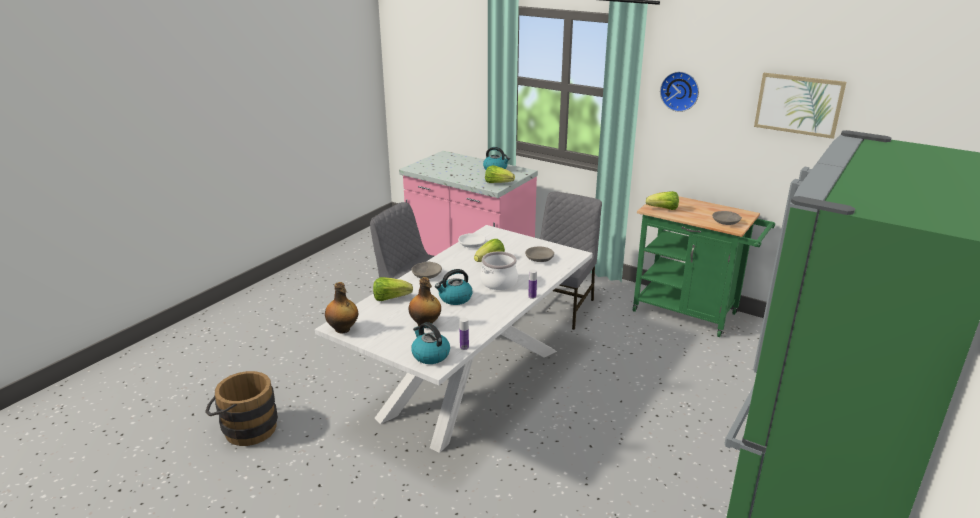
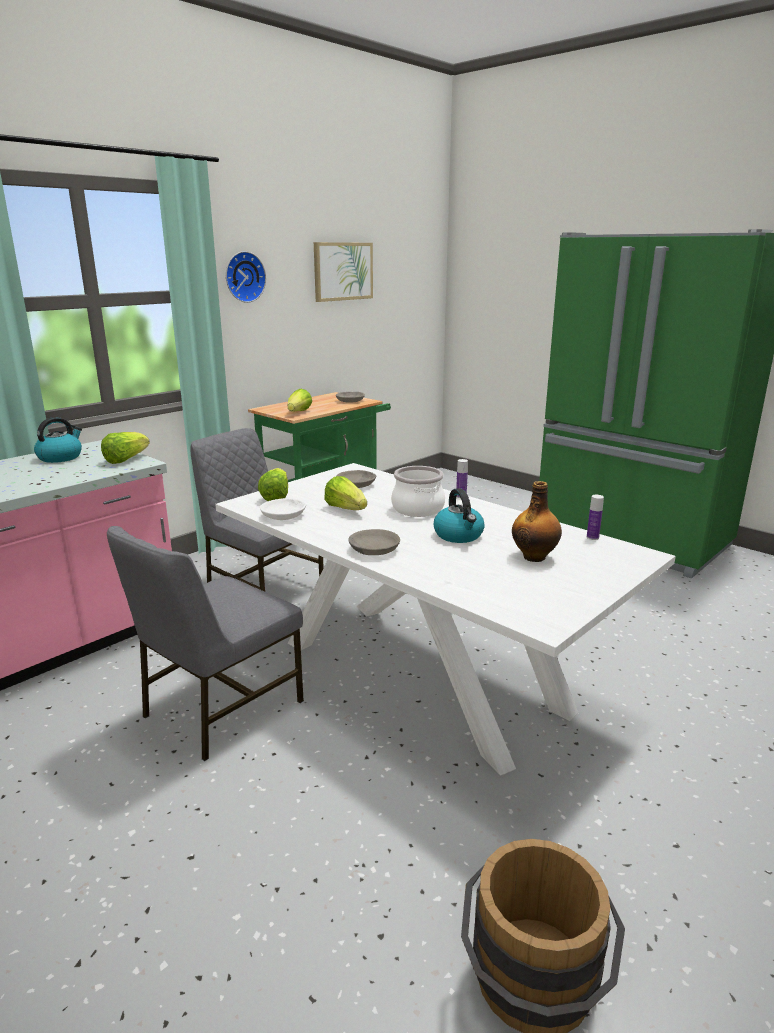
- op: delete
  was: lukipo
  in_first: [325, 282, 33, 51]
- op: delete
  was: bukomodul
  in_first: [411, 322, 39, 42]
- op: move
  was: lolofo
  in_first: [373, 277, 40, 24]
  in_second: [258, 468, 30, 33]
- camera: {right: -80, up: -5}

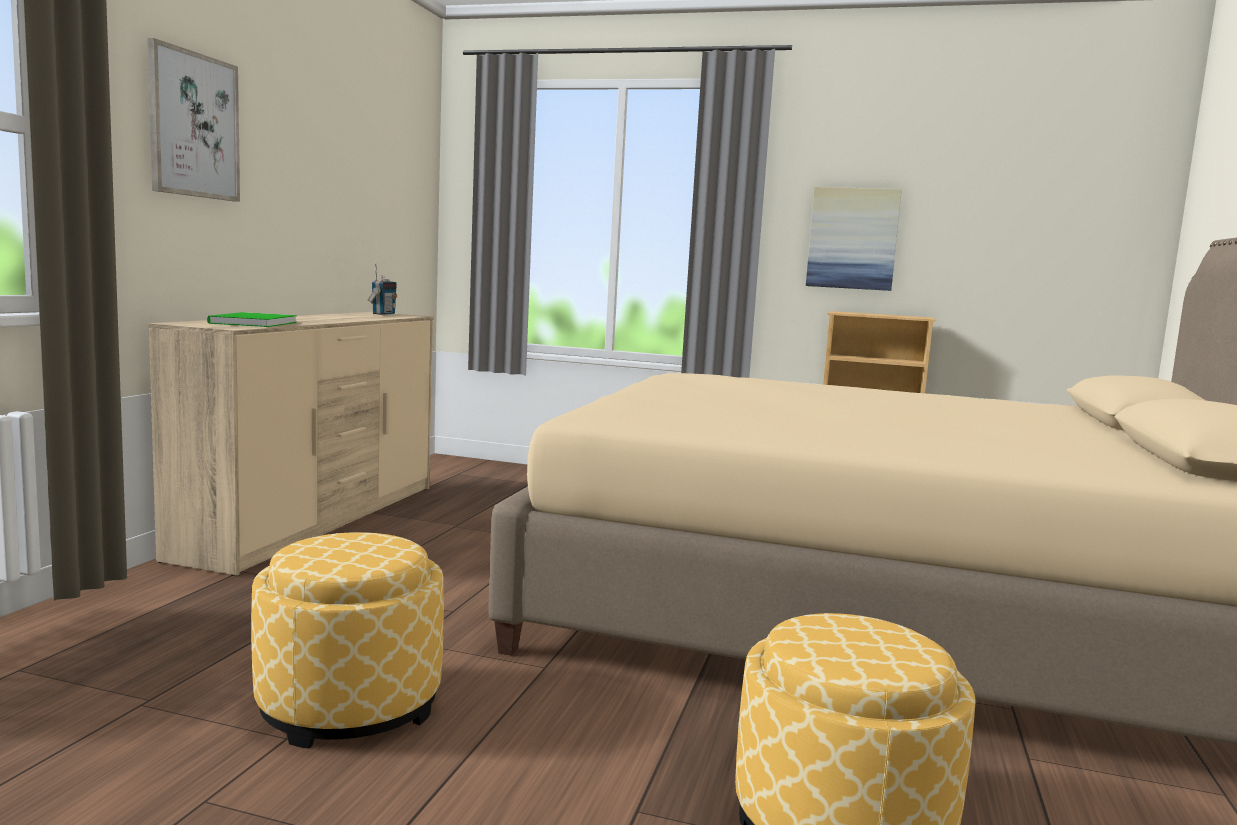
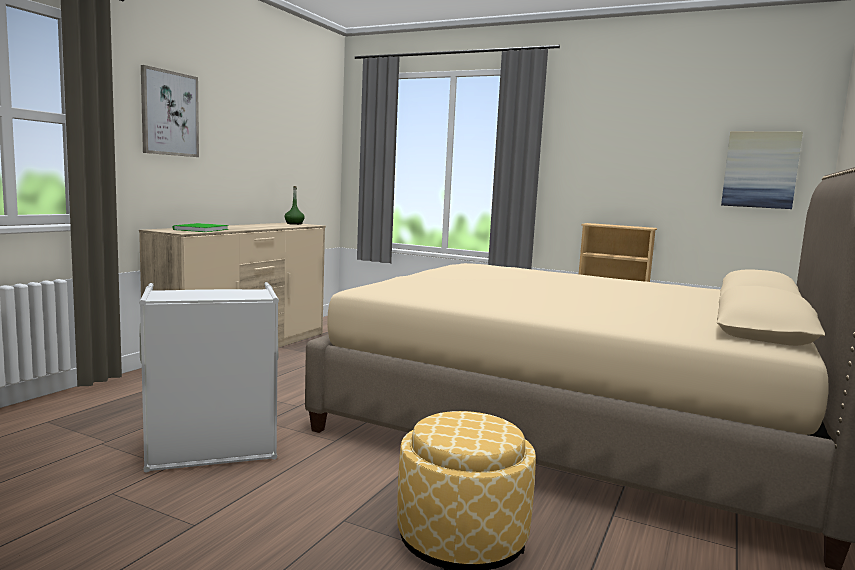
- op: move
  was: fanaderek
  in_first: [806, 187, 96, 104]
  in_second: [721, 131, 82, 78]
- op: replace
  was: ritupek
  now: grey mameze
  in_first: [251, 532, 193, 217]
  in_second: [139, 282, 140, 191]
- op: replace
  was: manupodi
  now: green lukipo
  in_first: [368, 263, 29, 52]
  in_second: [284, 186, 21, 39]
- camera: {right: 10, up: 0}

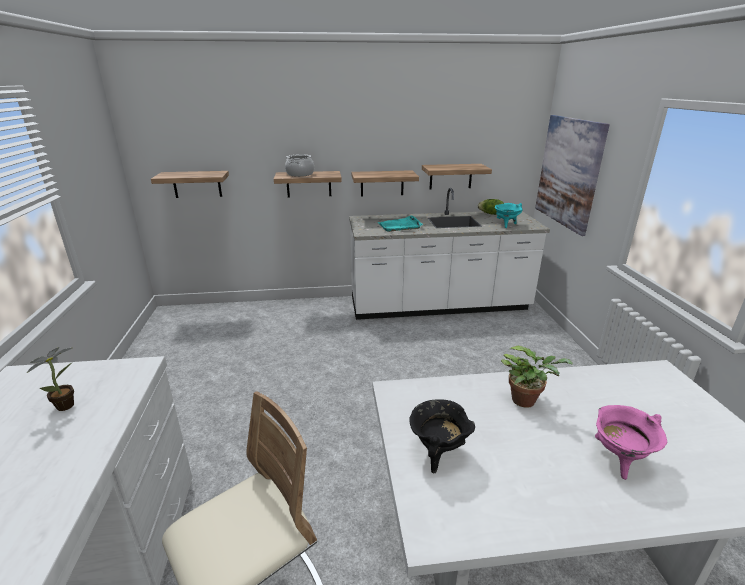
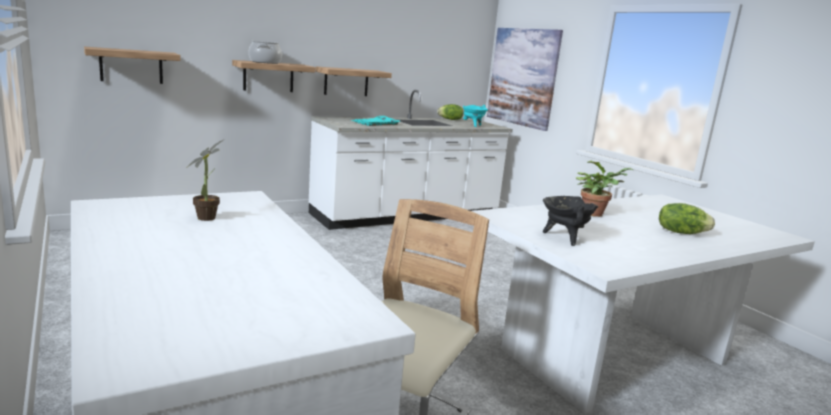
- op: delete
  was: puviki
  in_first: [422, 164, 70, 25]
- op: replace
  was: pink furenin
  now: lolofo
  in_first: [595, 405, 72, 75]
  in_second: [659, 203, 56, 31]
- camera: {right: -25, up: -10}

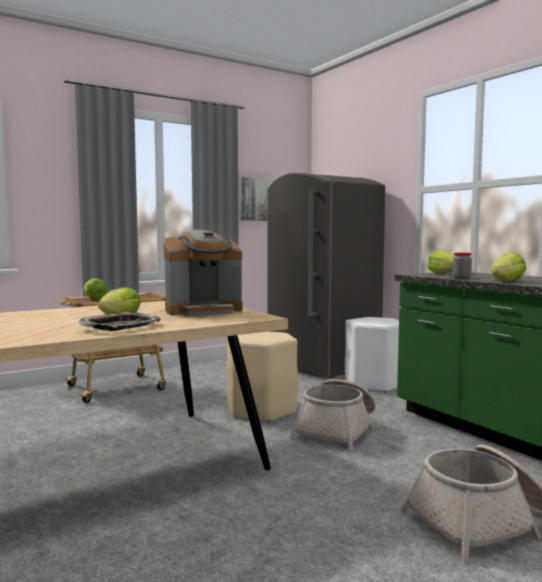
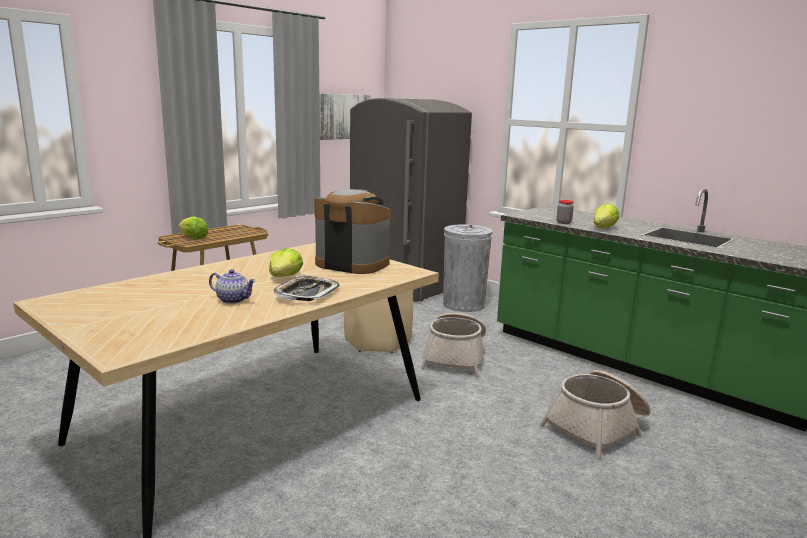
- op: delete
  was: lolofo
  in_first: [427, 249, 28, 25]
- op: insert
  now: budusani
  in_second: [209, 269, 47, 35]
- op: replace
  was: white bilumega
  now: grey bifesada
  in_first: [345, 317, 54, 75]
  in_second: [443, 225, 49, 87]
- op: rotate
  was: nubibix
  in_first: [163, 230, 79, 86]
  in_second: [314, 189, 77, 85]
  clockwise: -120
- camera: {right: -15, up: 10}

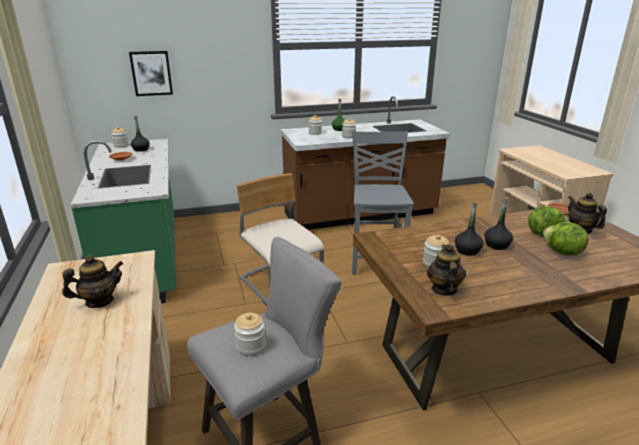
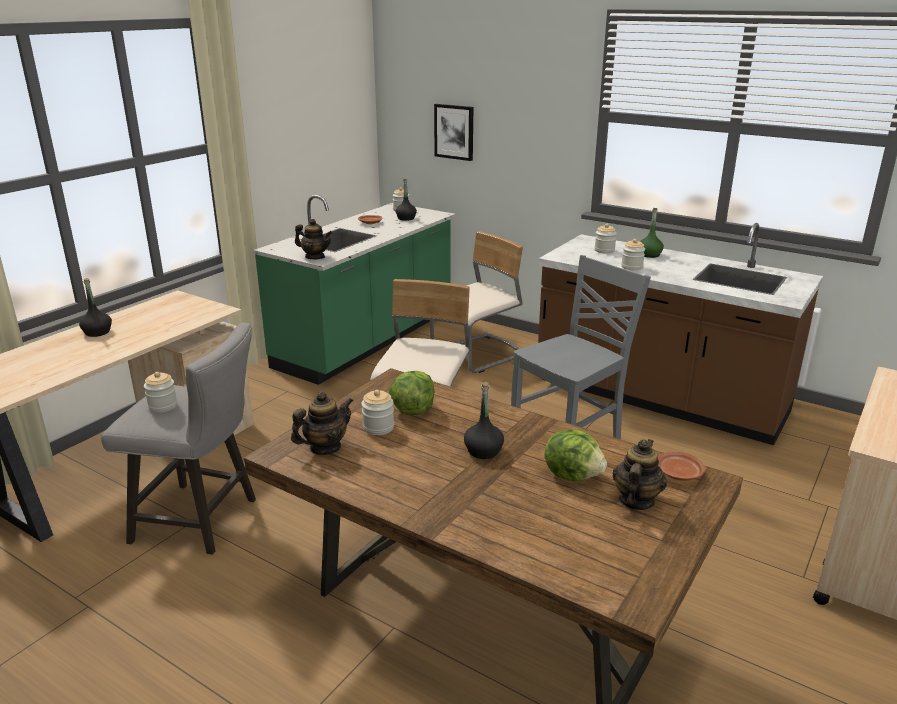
- op: insert
  now: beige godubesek
  in_second: [430, 231, 93, 142]
- op: move
  was: budusani
  in_first: [62, 255, 61, 53]
  in_second: [295, 219, 37, 40]
- op: move
  was: black lukipo
  in_first: [455, 202, 29, 54]
  in_second: [79, 278, 33, 59]
- op: move
  was: lolofo
  in_first: [543, 222, 45, 33]
  in_second: [389, 371, 46, 44]
- camera: {right: 50, up: 0}

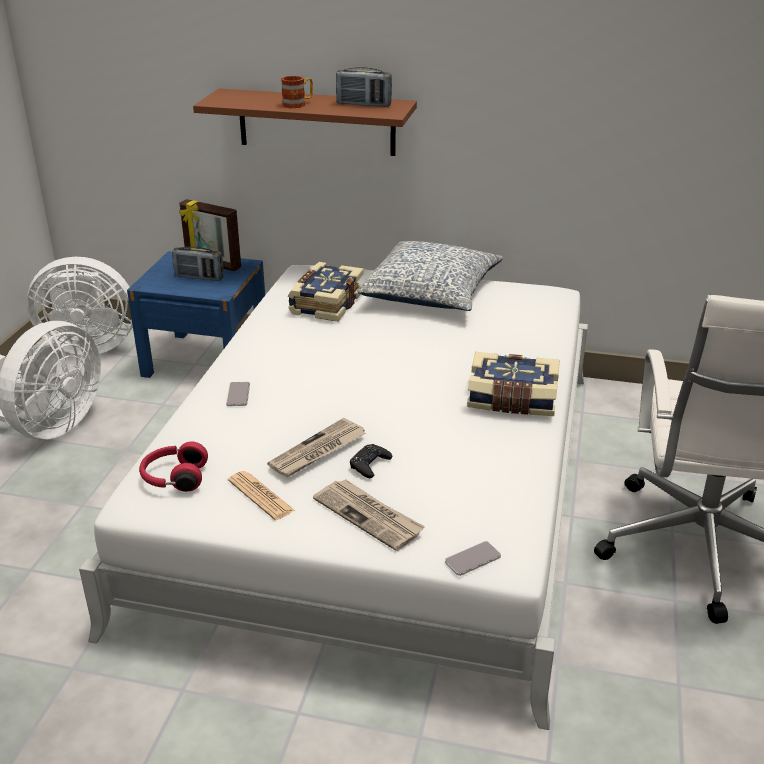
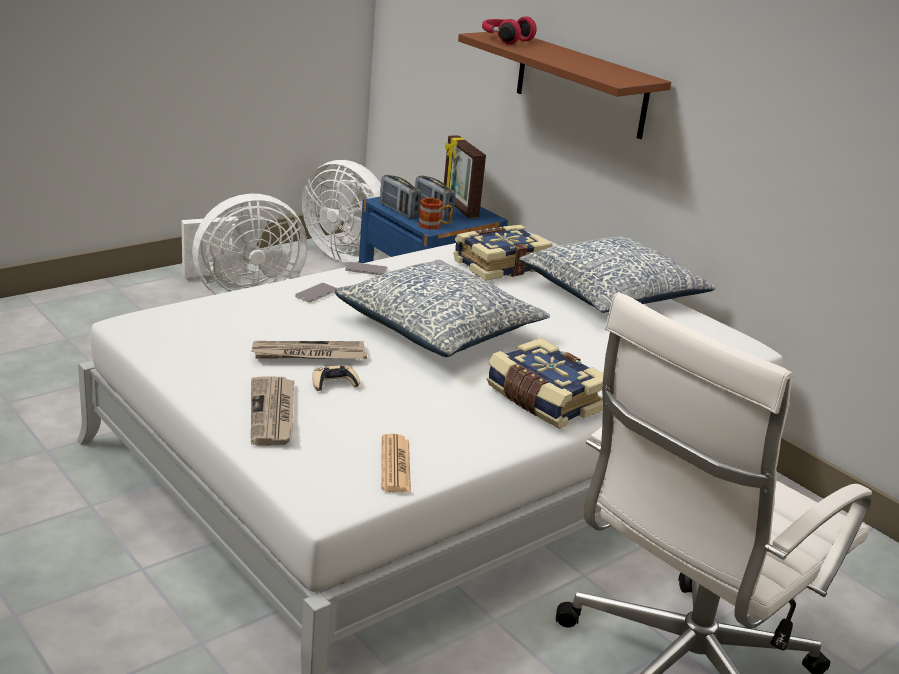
- op: insert
  now: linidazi
  in_second: [335, 260, 215, 97]
- op: move
  was: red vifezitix
  in_first: [139, 442, 69, 50]
  in_second: [482, 16, 55, 28]
- op: move
  was: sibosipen
  in_first: [228, 471, 67, 49]
  in_second: [382, 434, 29, 59]
- op: move
  was: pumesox
  in_first: [281, 76, 32, 32]
  in_second: [418, 198, 35, 32]
- op: move
  was: manupodi
  in_first: [336, 67, 56, 40]
  in_second: [380, 175, 41, 44]
- op: move
  was: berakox
  in_first: [445, 541, 56, 35]
  in_second: [345, 262, 43, 13]
- op: recolor
  was: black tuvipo
  now: beige tuvipo
  in_first: [350, 444, 42, 34]
  in_second: [312, 365, 48, 26]
- camera: {right: 35, up: -5}

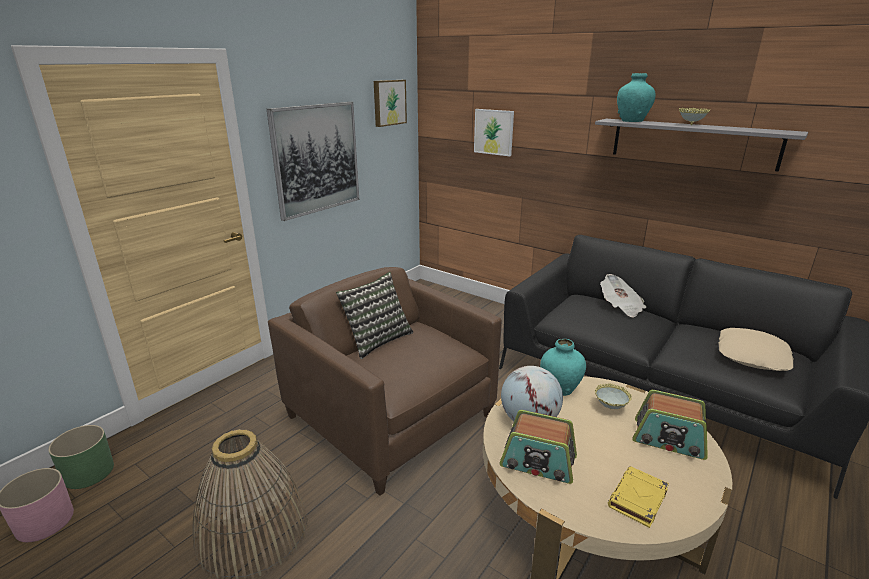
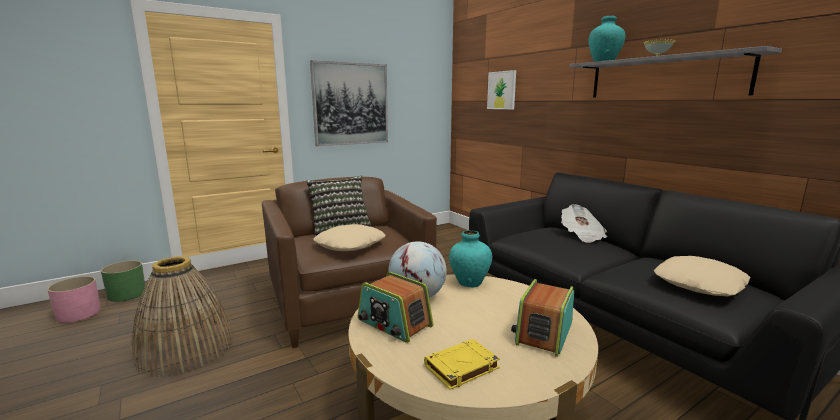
- op: delete
  was: fanaderek
  in_first: [374, 80, 33, 47]
- op: delete
  was: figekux
  in_first: [595, 383, 37, 26]
- op: insert
  now: beige linidazi
  in_second: [313, 224, 72, 27]
- op: rotate
  was: manupodi
  in_first: [632, 390, 76, 70]
  in_second: [511, 279, 63, 78]
  clockwise: 75
- camera: {right: 20, up: -10}

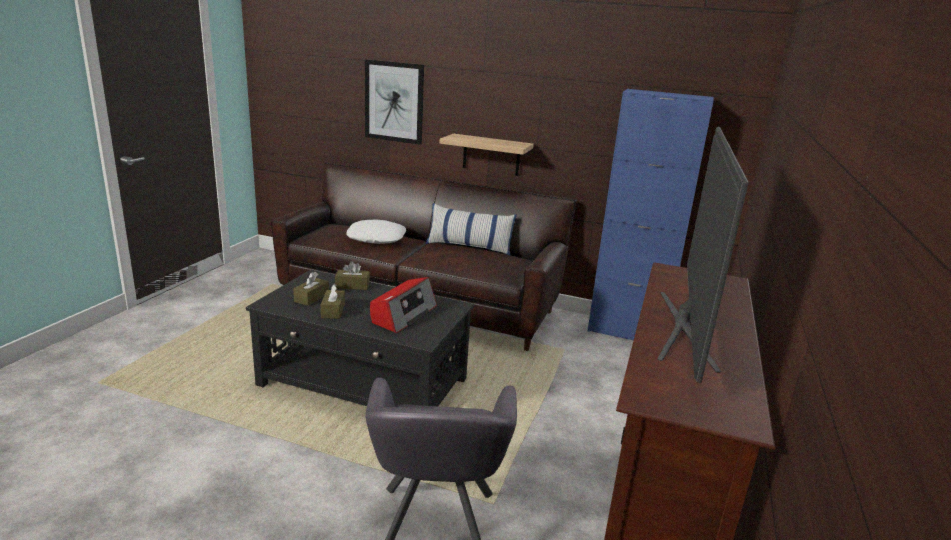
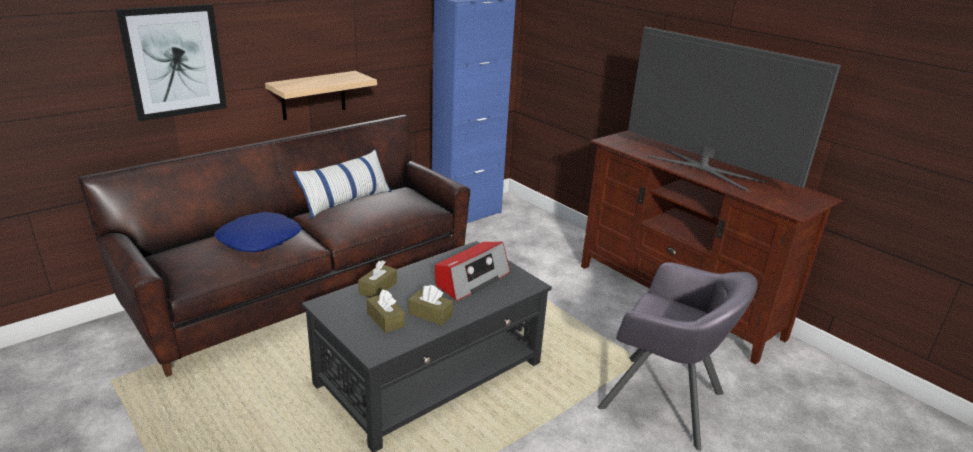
- op: recolor
  was: white linidazi
  now: blue linidazi
  in_first: [346, 220, 60, 24]
  in_second: [214, 212, 88, 40]
- op: rotate
  was: manupodi
  in_first: [370, 277, 67, 56]
  in_second: [435, 242, 75, 59]
  clockwise: 75
- camera: {right: -60, up: 5}

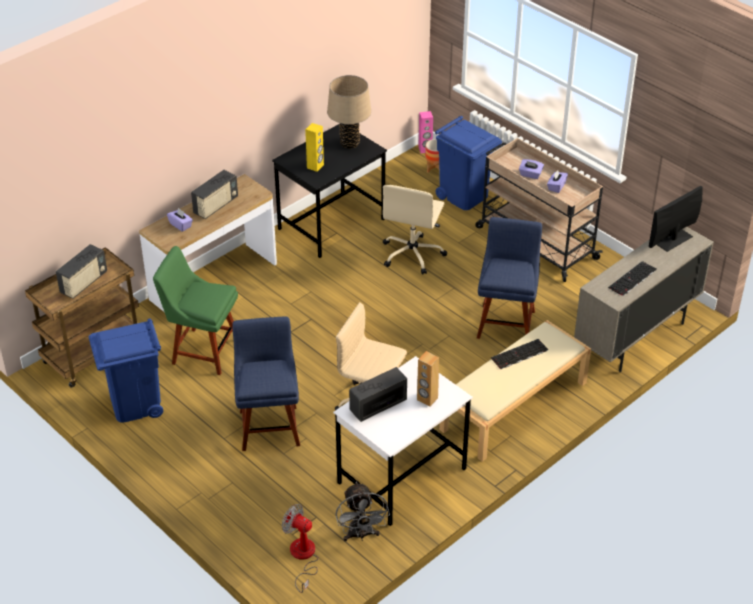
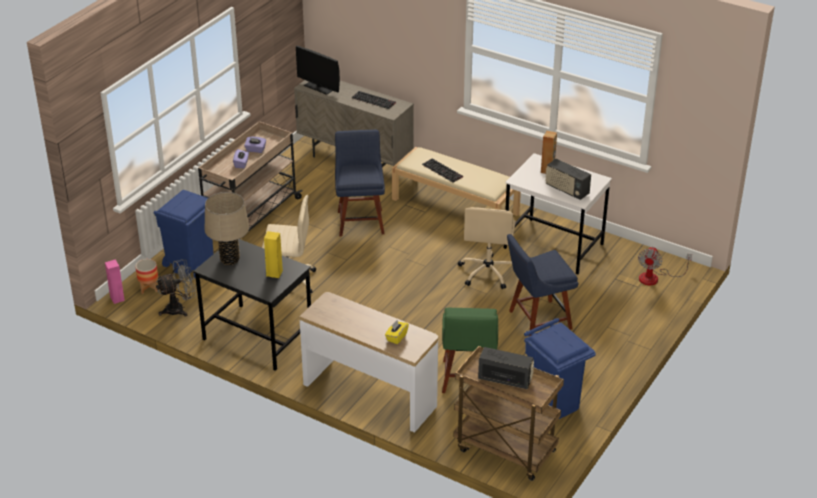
- op: delete
  was: manupodi
  in_first: [191, 170, 47, 49]
- op: move
  was: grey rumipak
  in_first: [336, 482, 54, 59]
  in_second: [156, 259, 40, 58]
- op: recolor
  was: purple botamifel
  now: yellow botamifel
  in_first: [167, 208, 26, 24]
  in_second: [385, 320, 24, 24]
- op: rotate
  was: blue godubesek
  in_first: [477, 217, 65, 122]
  in_second: [335, 130, 50, 106]
  clockwise: 90
- camera: {right: -105, up: -5}

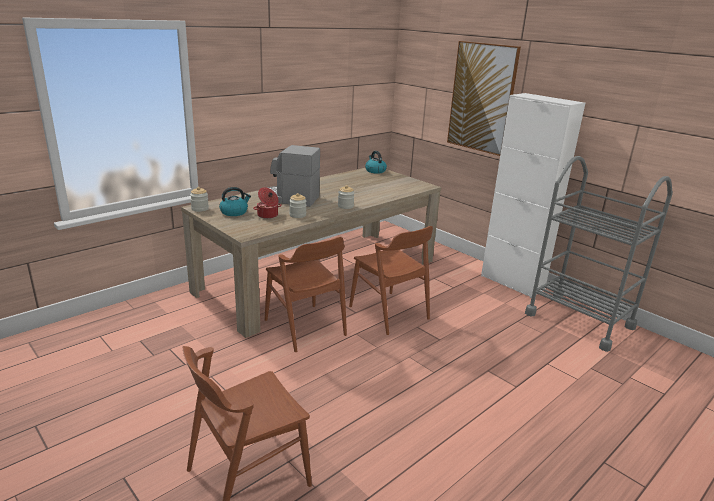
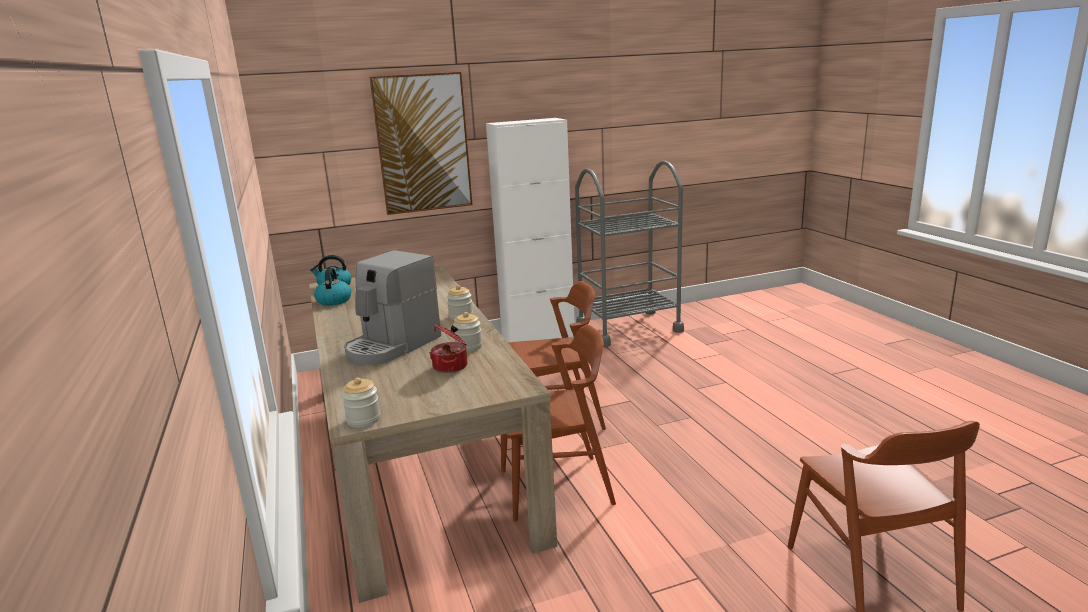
- op: move
  was: bukomodul
  in_first: [219, 187, 32, 29]
  in_second: [314, 268, 38, 38]
- camera: {right: -65, up: -5}

